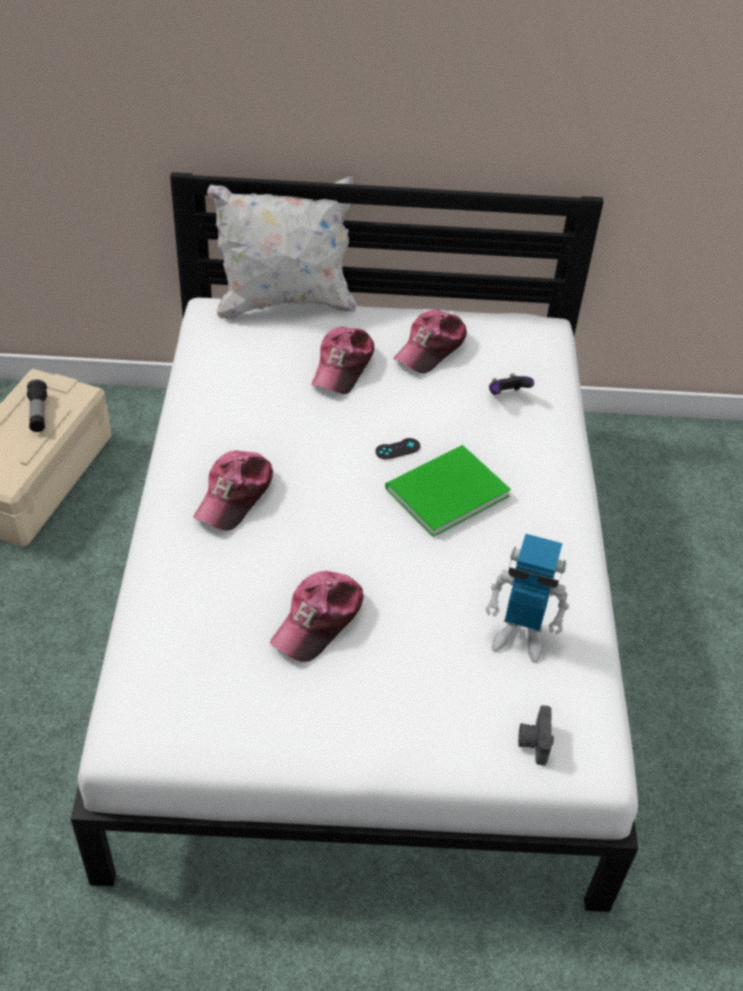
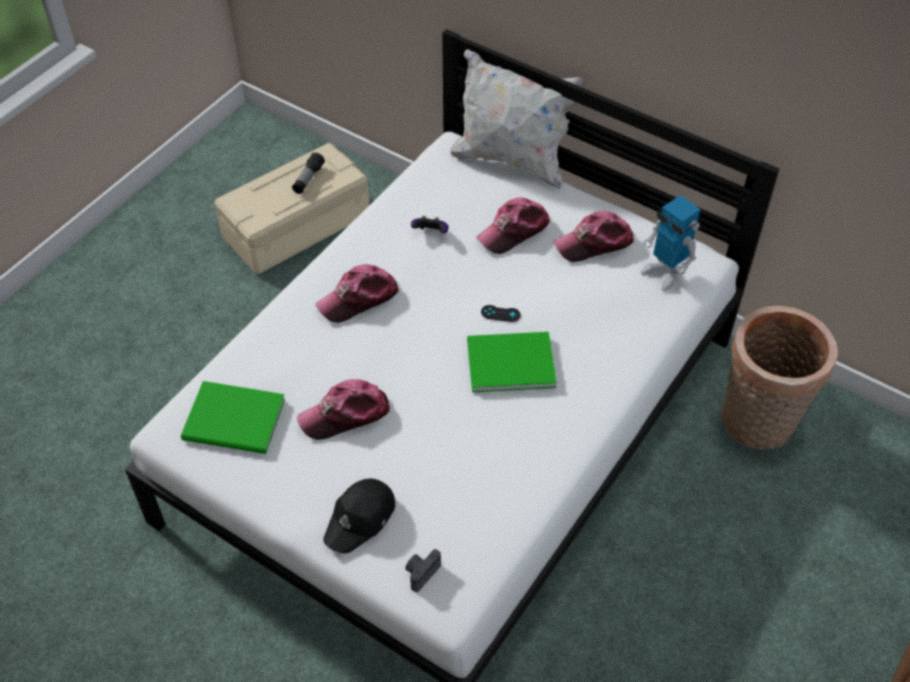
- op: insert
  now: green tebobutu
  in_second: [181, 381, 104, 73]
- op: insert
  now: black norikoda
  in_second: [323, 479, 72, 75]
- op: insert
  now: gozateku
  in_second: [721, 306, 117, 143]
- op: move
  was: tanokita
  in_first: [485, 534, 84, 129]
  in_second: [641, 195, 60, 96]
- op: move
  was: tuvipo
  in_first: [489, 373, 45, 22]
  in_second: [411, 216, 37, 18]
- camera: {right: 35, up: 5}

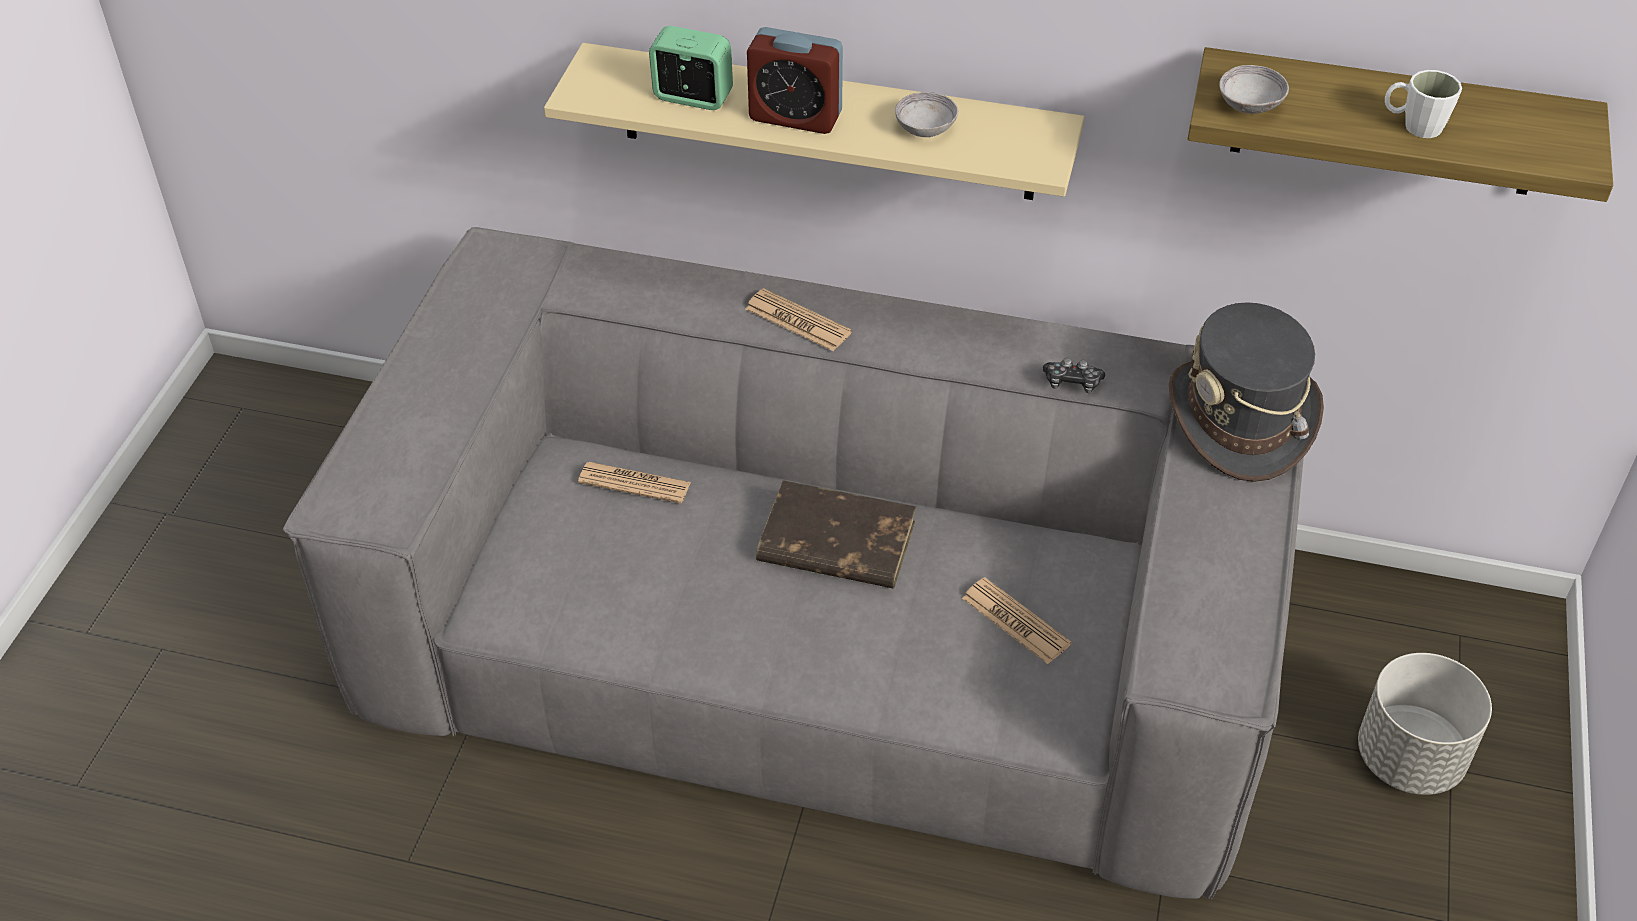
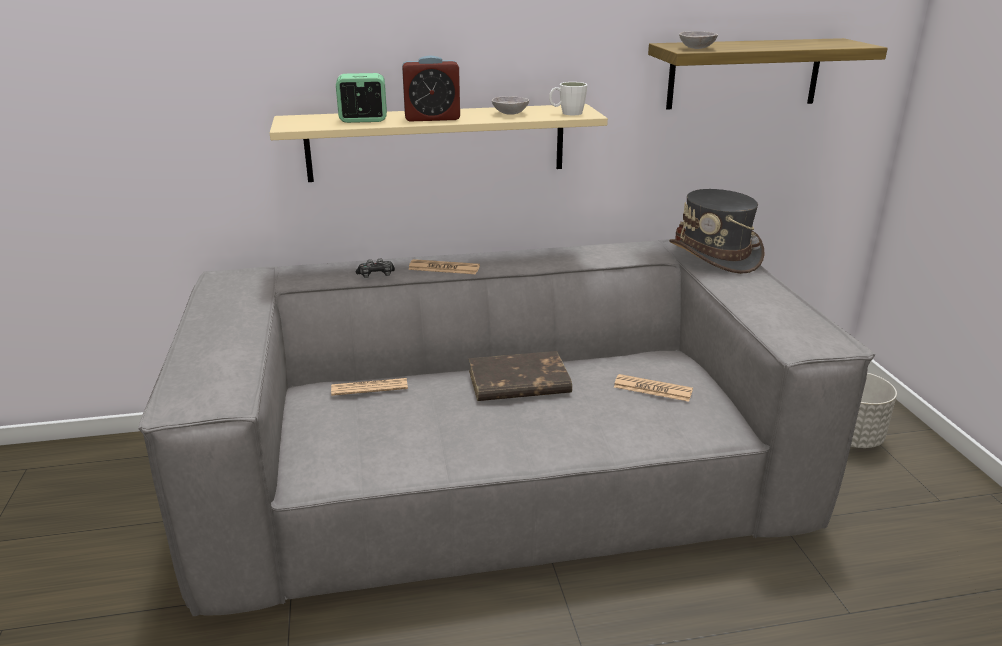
- op: move
  was: tuvipo
  in_first: [1043, 358, 62, 35]
  in_second: [356, 259, 39, 19]
- op: move
  was: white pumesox
  in_first: [1385, 70, 77, 68]
  in_second: [549, 82, 38, 33]
- camera: {right: -25, up: -20}

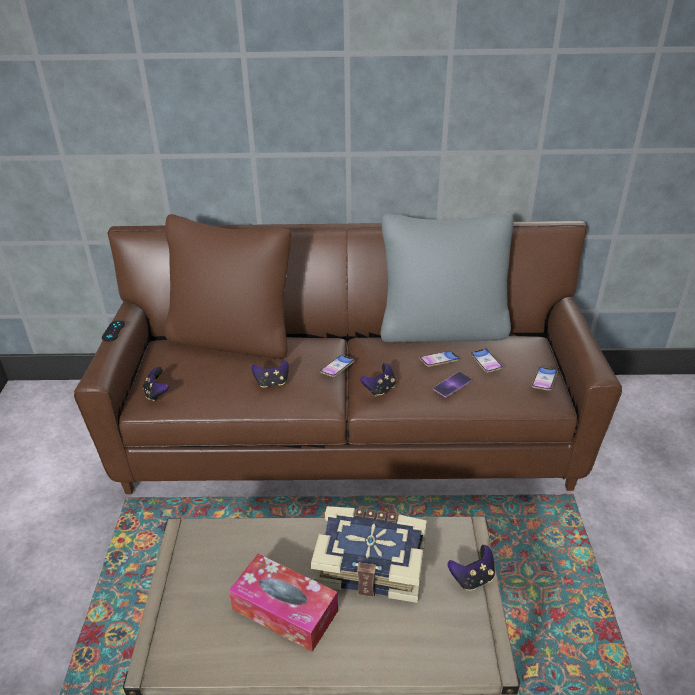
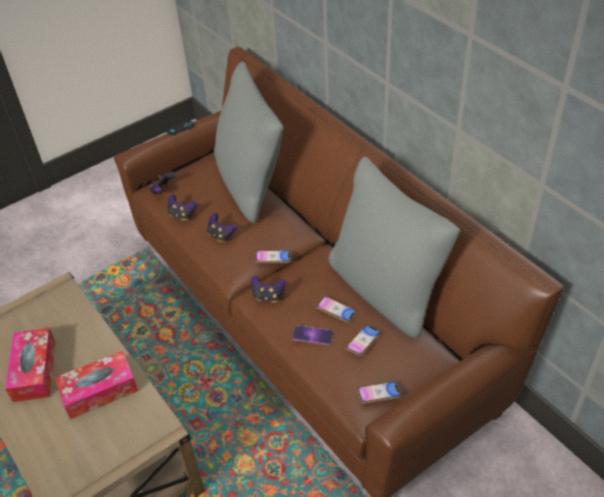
- op: move
  was: tuvipo
  in_first: [448, 545, 47, 46]
  in_second: [168, 194, 29, 26]
- op: replace
  was: tebobutu
  now: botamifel
  in_first: [311, 506, 116, 97]
  in_second: [55, 351, 83, 68]
- op: recolor
  was: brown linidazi
  now: grey linidazi
  in_first: [164, 214, 127, 145]
  in_second: [214, 62, 70, 161]
- camera: {right: 55, up: 10}

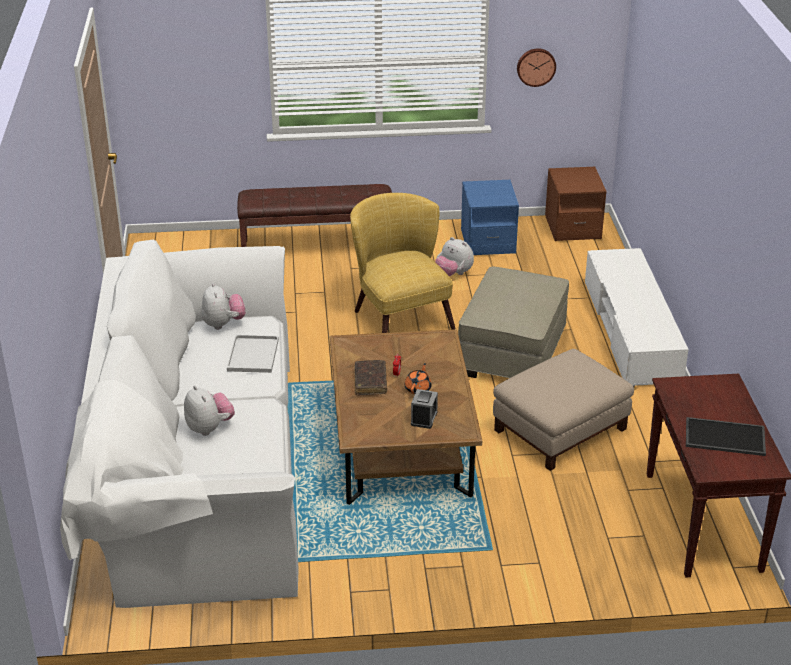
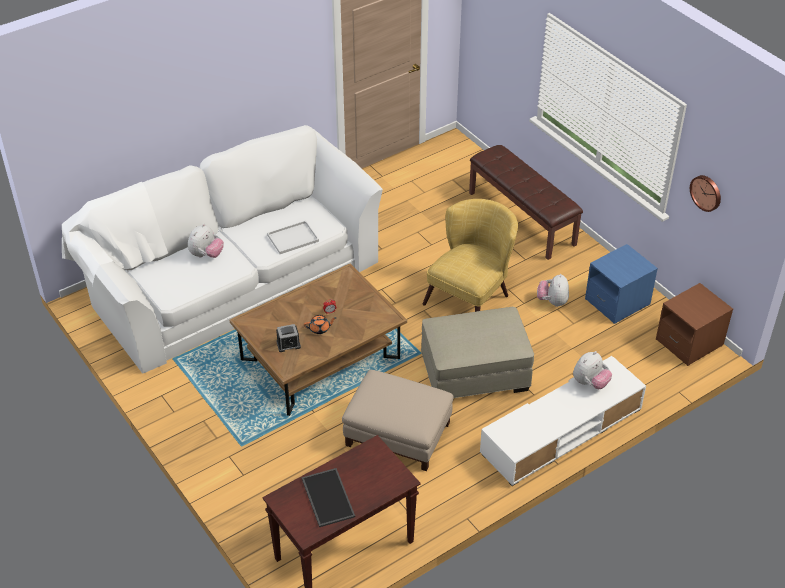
- op: delete
  was: brown tebobutu
  in_first: [354, 360, 33, 35]
- op: move
  was: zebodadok
  in_first: [202, 283, 43, 47]
  in_second: [573, 351, 39, 38]
- camera: {right: 60, up: 10}

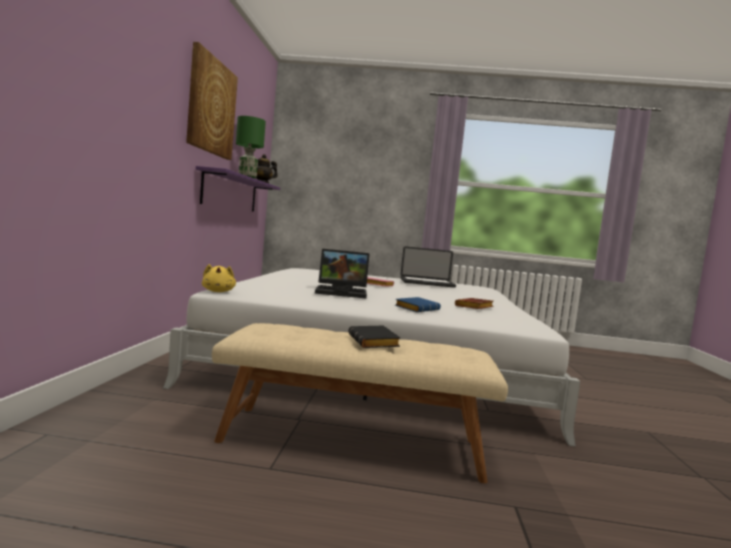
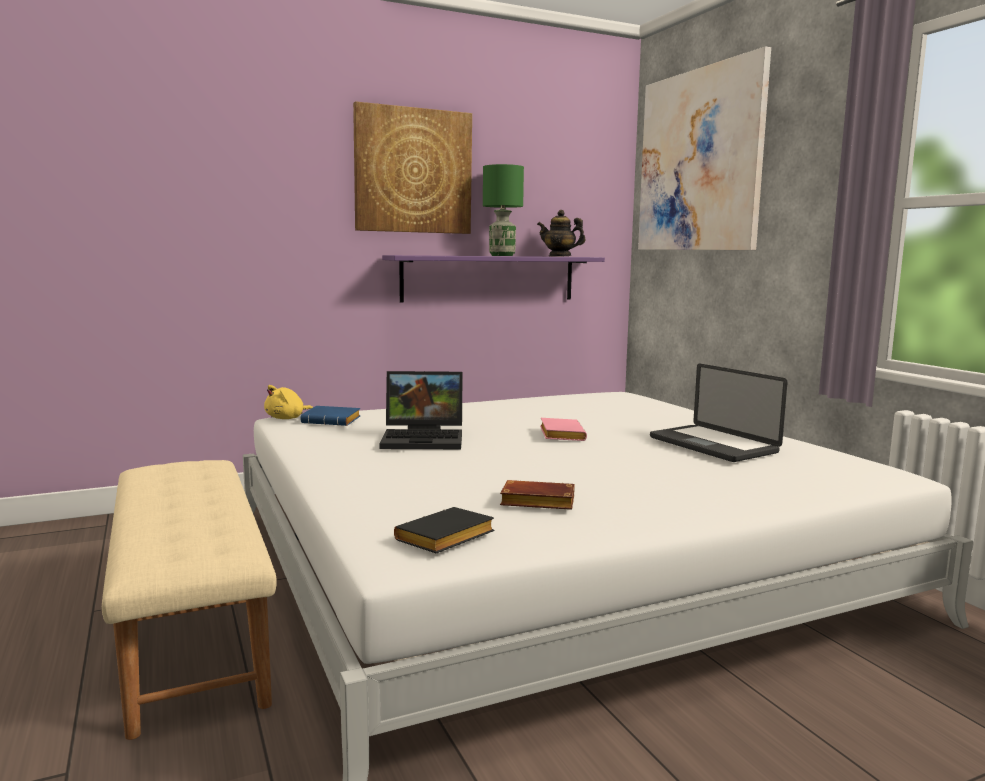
- op: insert
  now: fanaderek
  in_second: [638, 46, 133, 204]
- op: move
  was: black tebobutu
  in_first: [348, 326, 52, 22]
  in_second: [394, 507, 100, 47]
- op: move
  was: blue tebobutu
  in_first: [395, 297, 46, 15]
  in_second: [300, 406, 60, 20]
- op: rotate
  was: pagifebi
  in_first: [315, 249, 55, 49]
  in_second: [380, 371, 83, 78]
  clockwise: -60
- camera: {right: 60, up: 5}

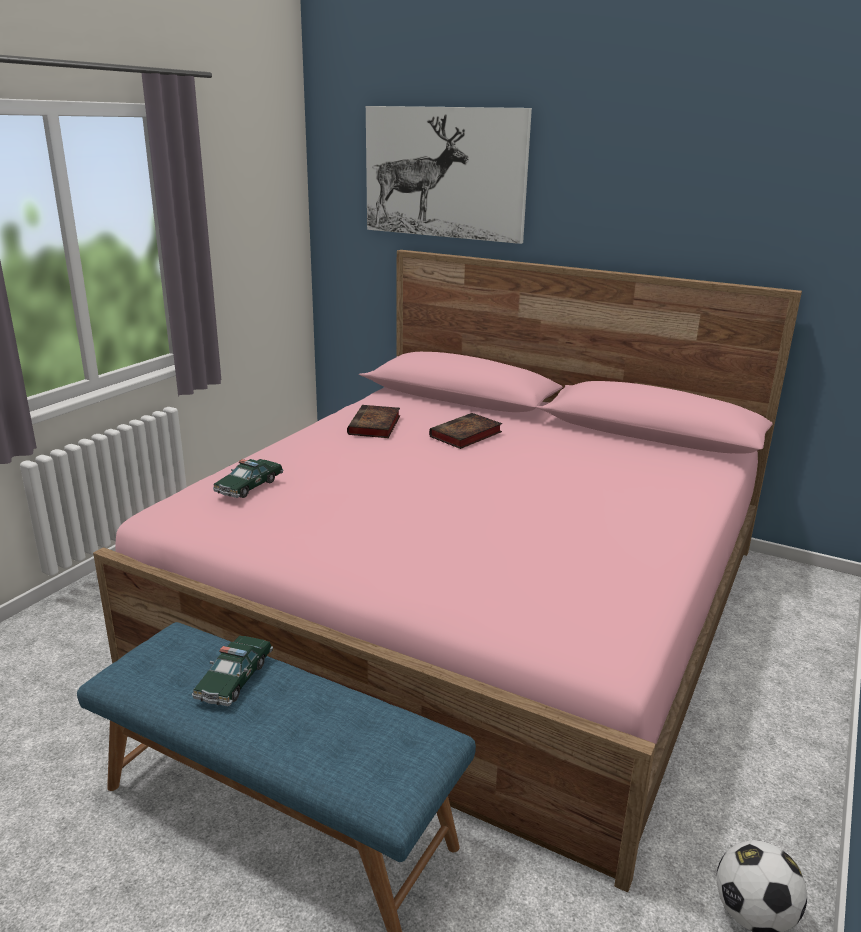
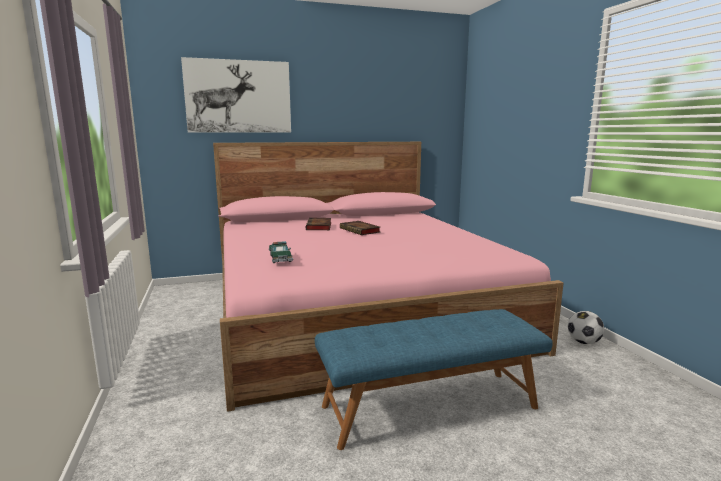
- op: delete
  was: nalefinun
  in_first: [192, 635, 81, 71]
- op: move
  was: tebobutu
  in_first: [347, 405, 53, 33]
  in_second: [340, 221, 41, 14]
- camera: {right: -45, up: -10}

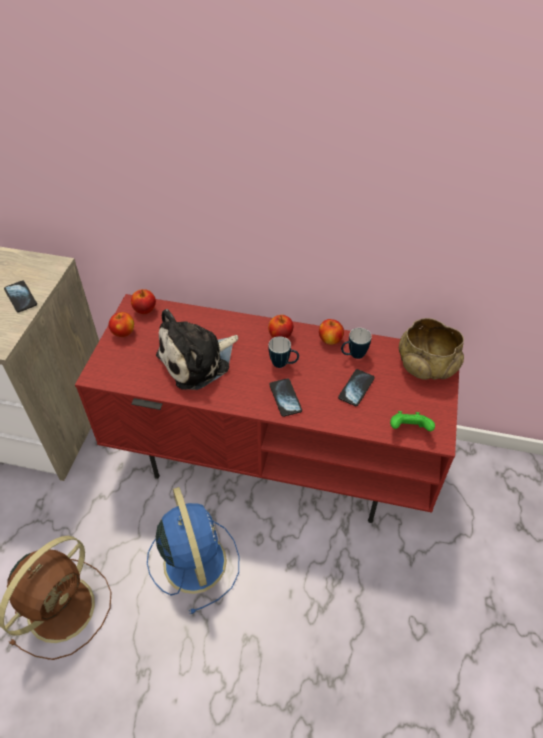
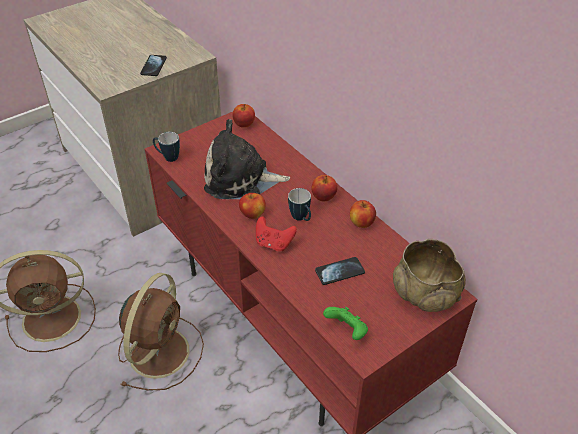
- op: move
  was: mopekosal
  in_first: [108, 312, 26, 25]
  in_second: [239, 193, 27, 26]
- op: move
  was: pumesox
  in_first: [341, 328, 31, 31]
  in_second: [153, 132, 27, 30]
- op: replace
  was: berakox
  now: red tuvipo
  in_first: [269, 378, 33, 39]
  in_second: [256, 216, 41, 35]
- op: recolor
  was: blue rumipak
  now: brown rumipak
  in_first: [147, 487, 92, 127]
  in_second: [118, 273, 86, 118]
- camera: {right: 40, up: -5}

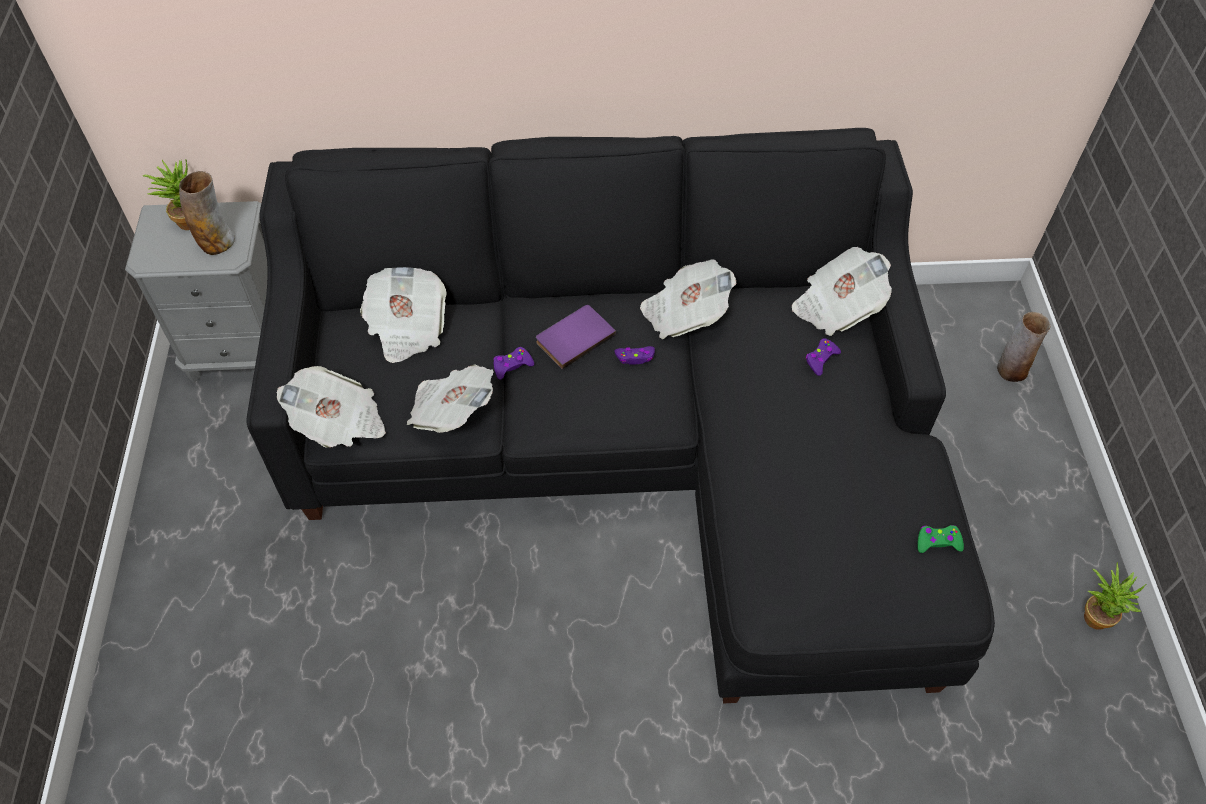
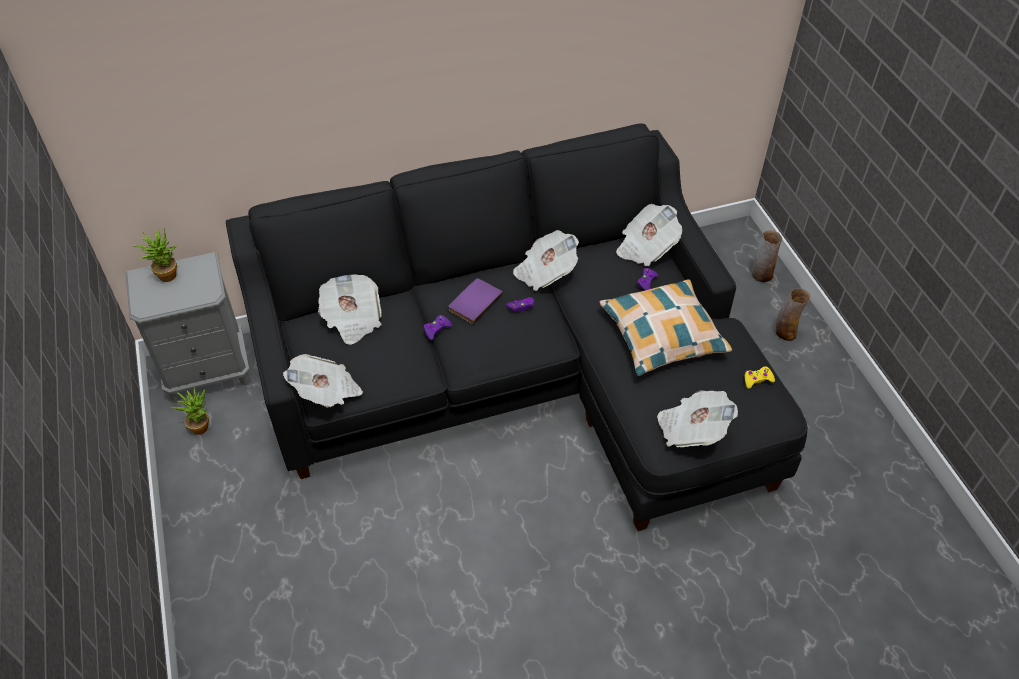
- op: insert
  now: linidazi
  in_second: [600, 279, 132, 97]
- op: move
  was: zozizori
  in_first: [179, 171, 56, 84]
  in_second: [775, 288, 36, 53]
- op: move
  was: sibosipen
  in_first: [406, 364, 88, 69]
  in_second: [657, 391, 81, 56]
- op: move
  was: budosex
  in_first: [1084, 562, 63, 68]
  in_second: [170, 387, 39, 48]
- op: recolor
  was: green tuvipo
  now: yellow tuvipo
  in_first: [917, 525, 47, 28]
  in_second: [745, 366, 30, 23]
- camera: {right: -15, up: -5}

